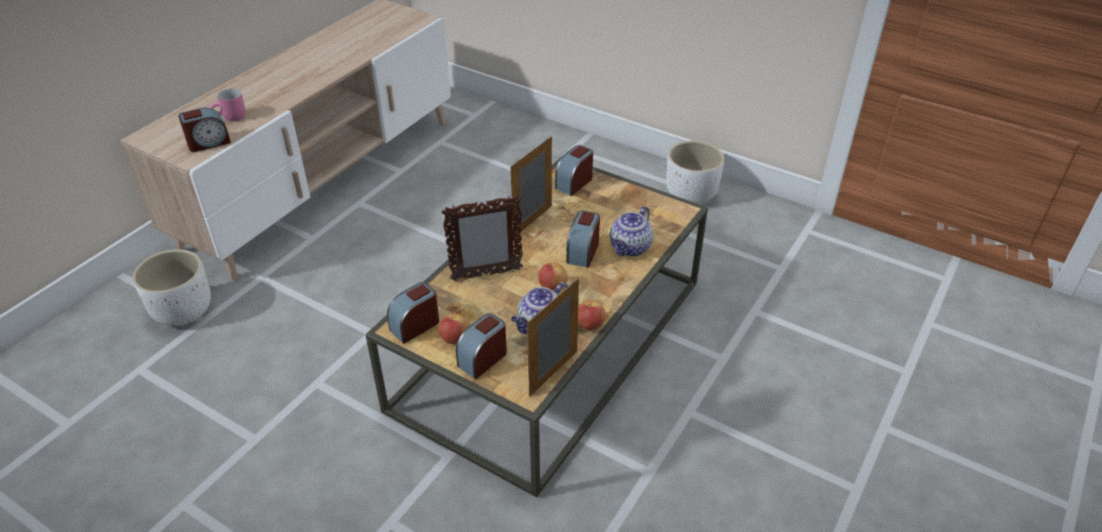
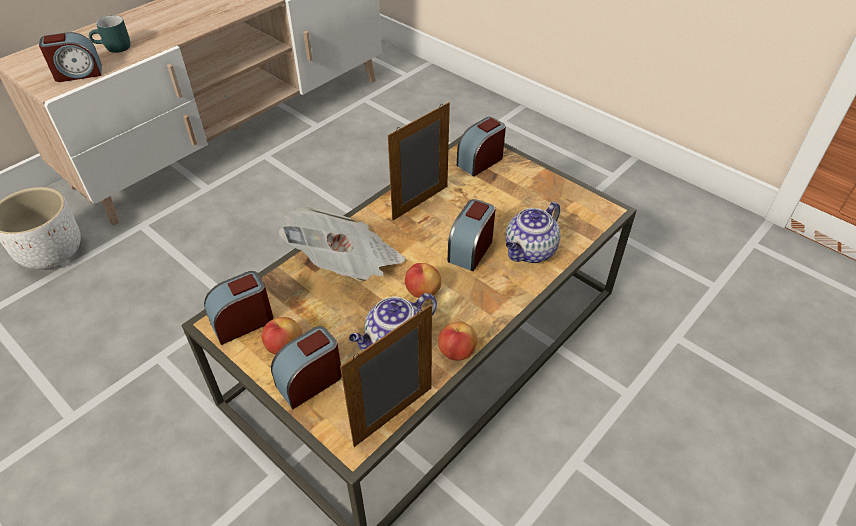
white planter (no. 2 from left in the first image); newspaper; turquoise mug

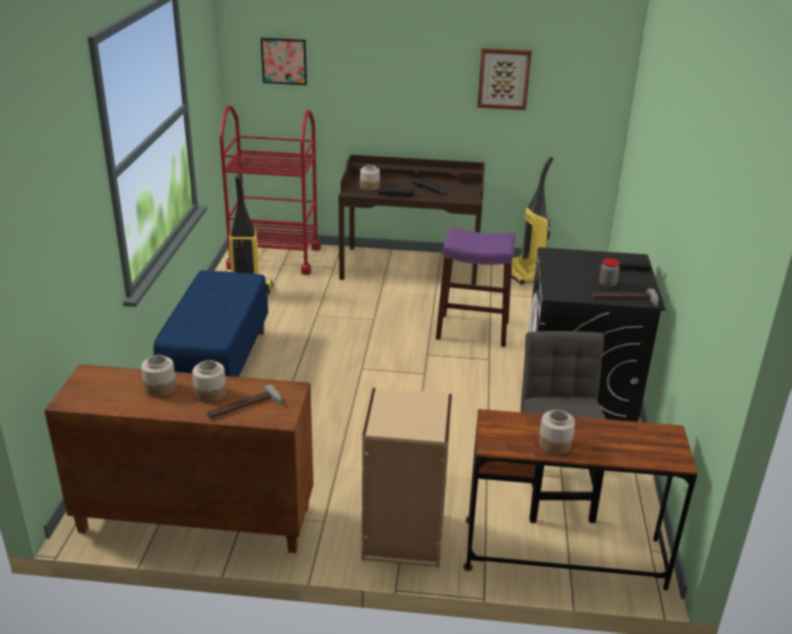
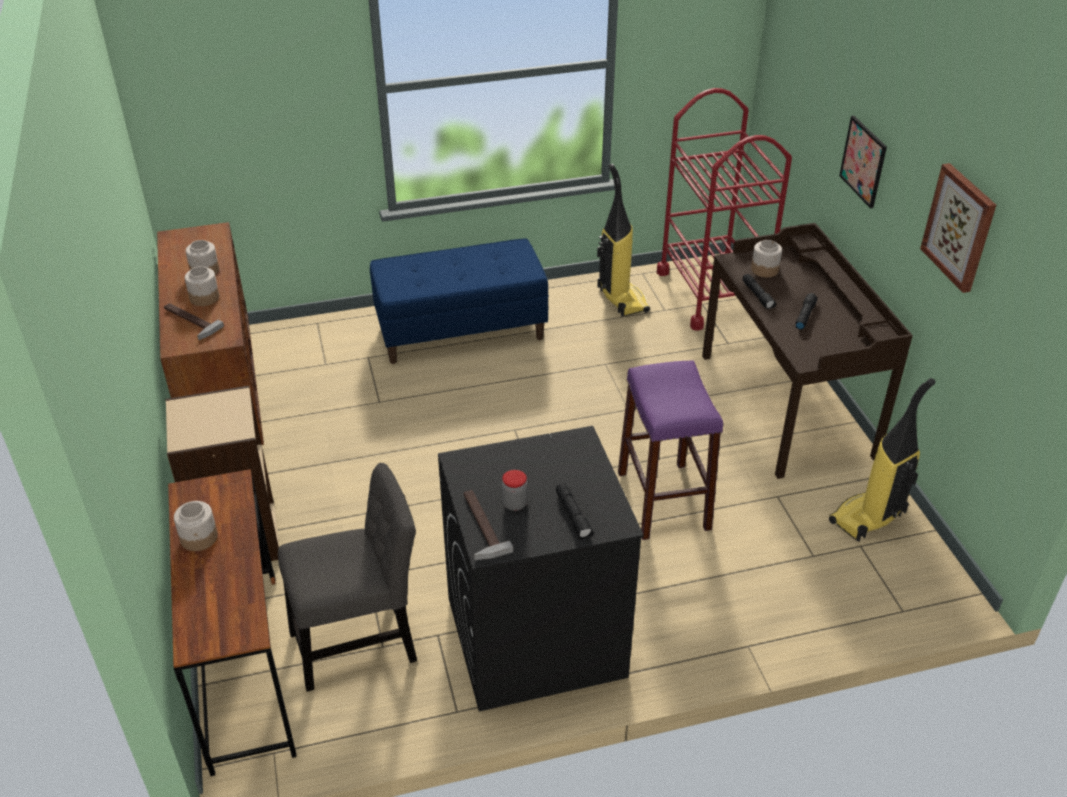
picture (no. 1 from left)

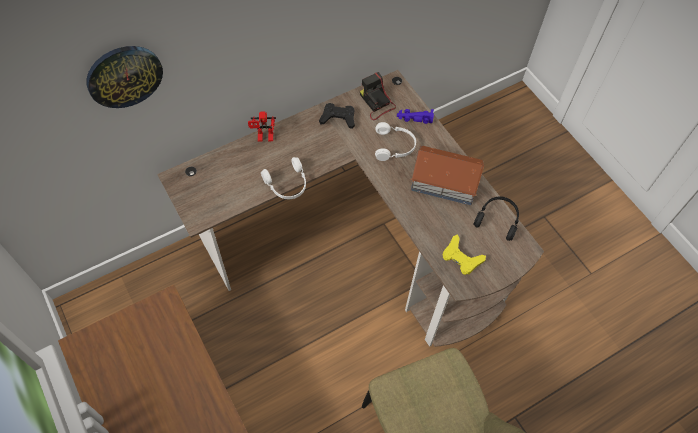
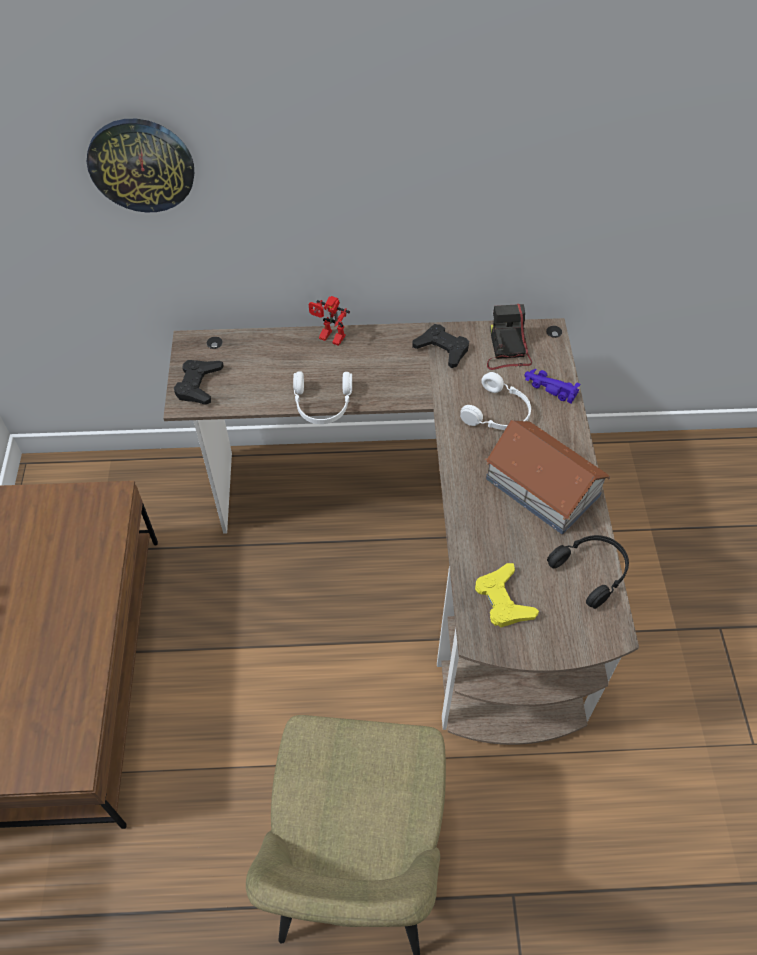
black game controller (no. 1 from left)

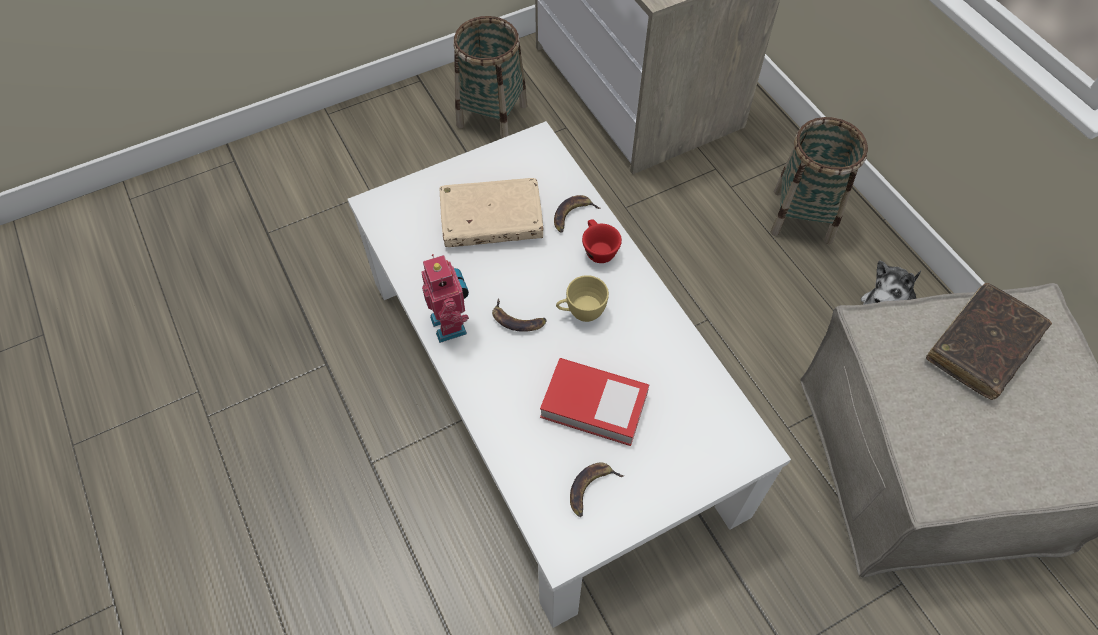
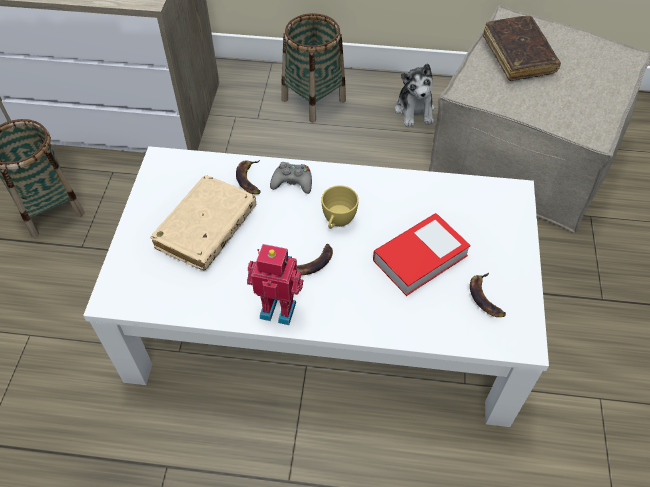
grey game controller

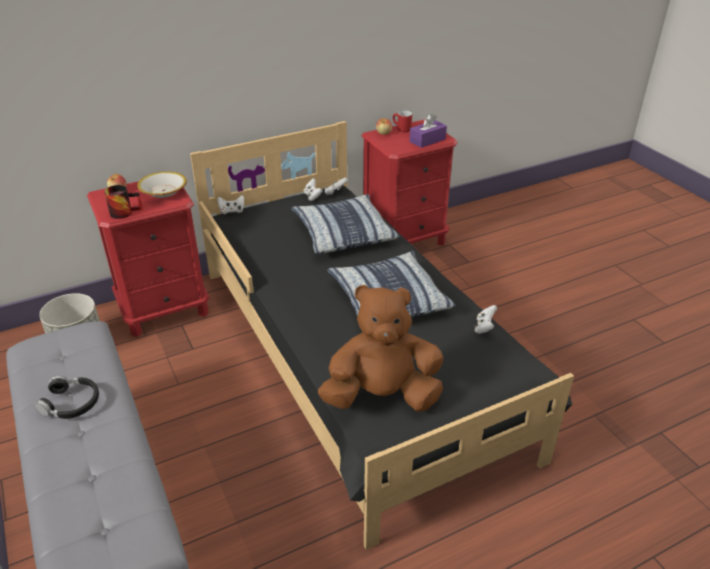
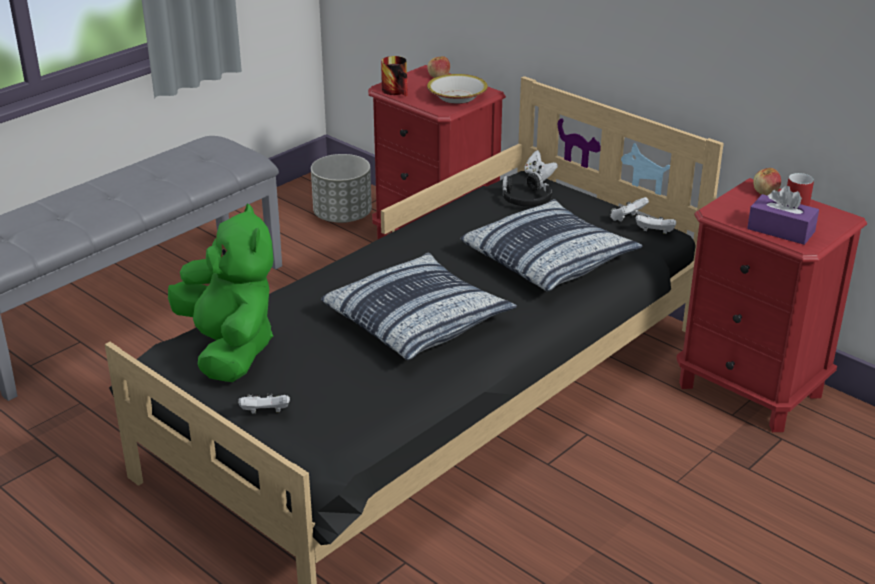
black headphones; white game controller (no. 1 from left); green plush toy

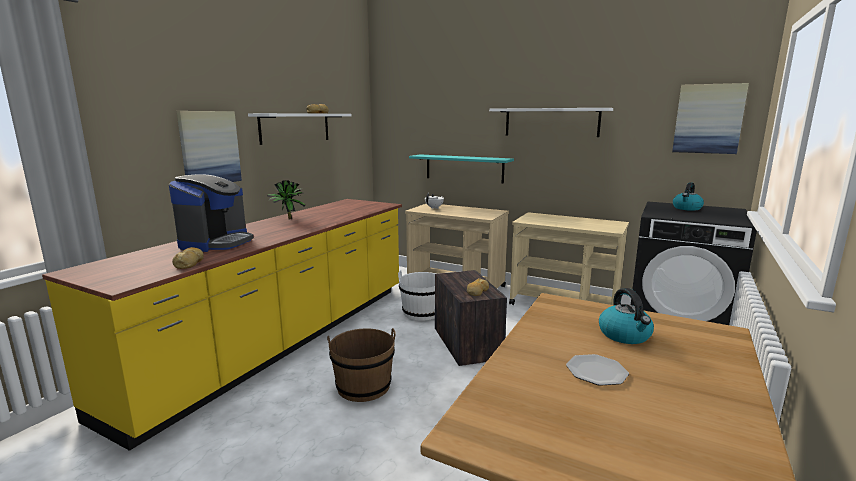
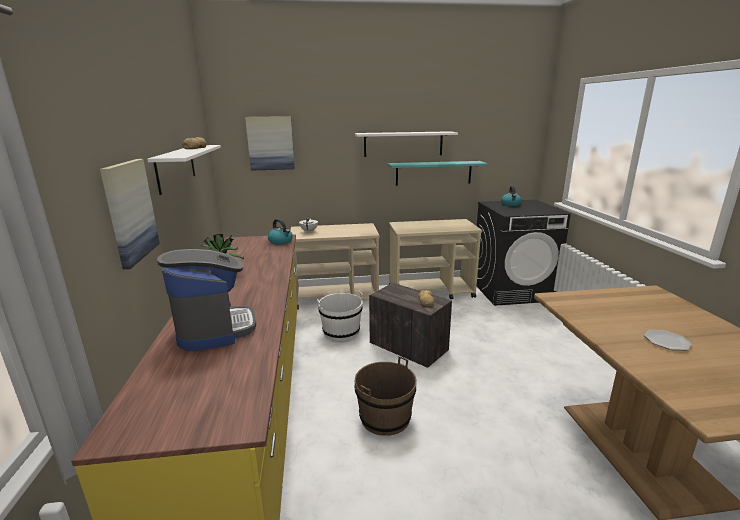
bread (no. 1 from left in the first image); turquoise shelf; kettle (no. 1 from left); picture (no. 2 from left)

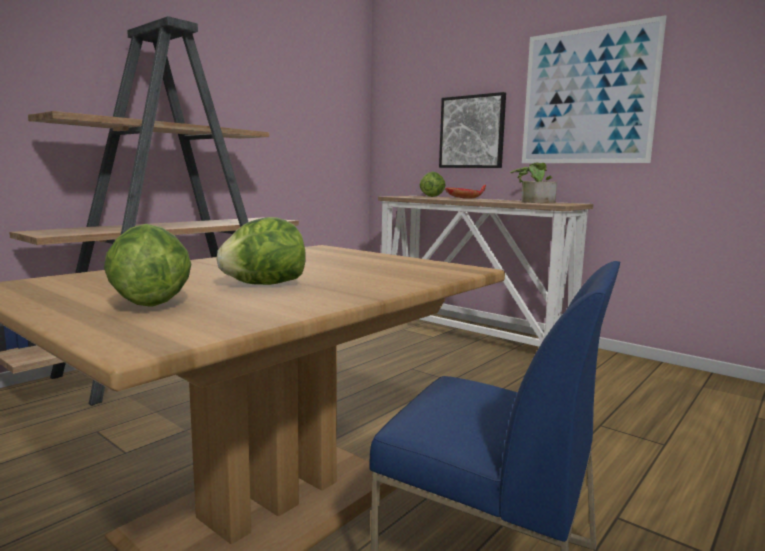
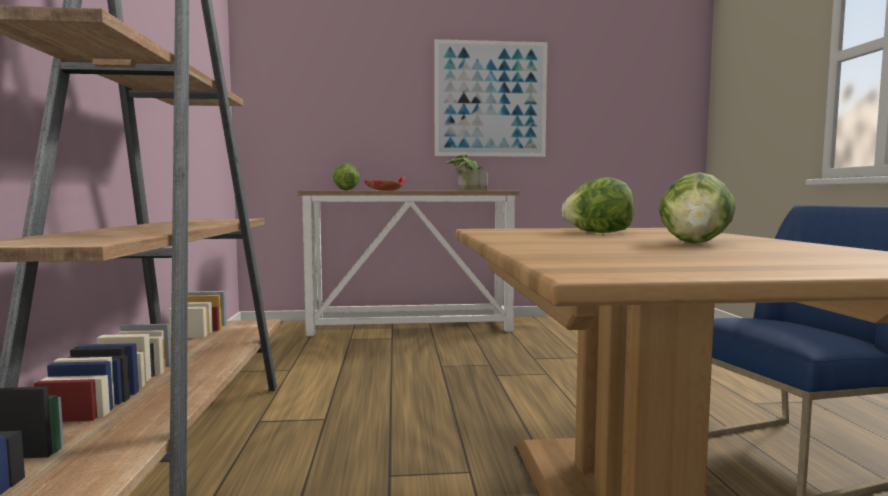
picture (no. 1 from left in the first image); lettuce (no. 2 from left)

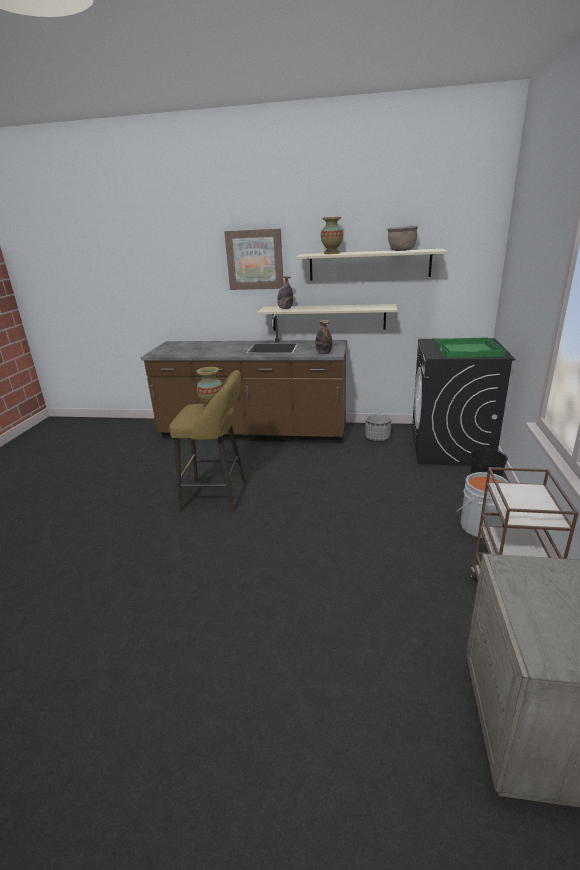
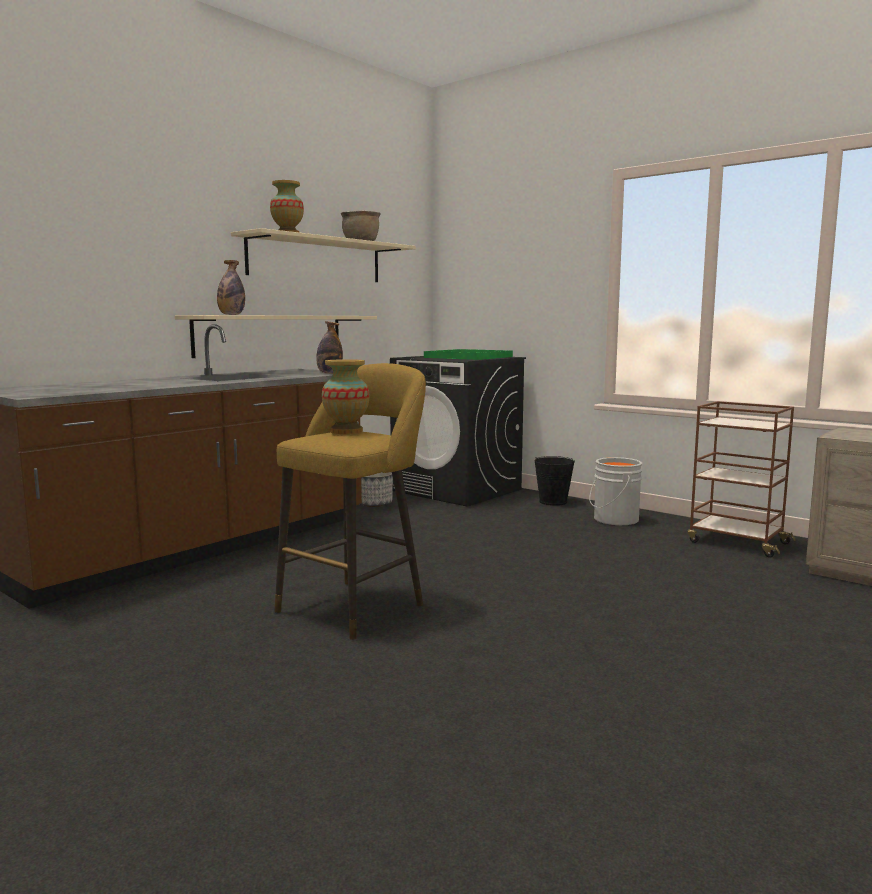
picture

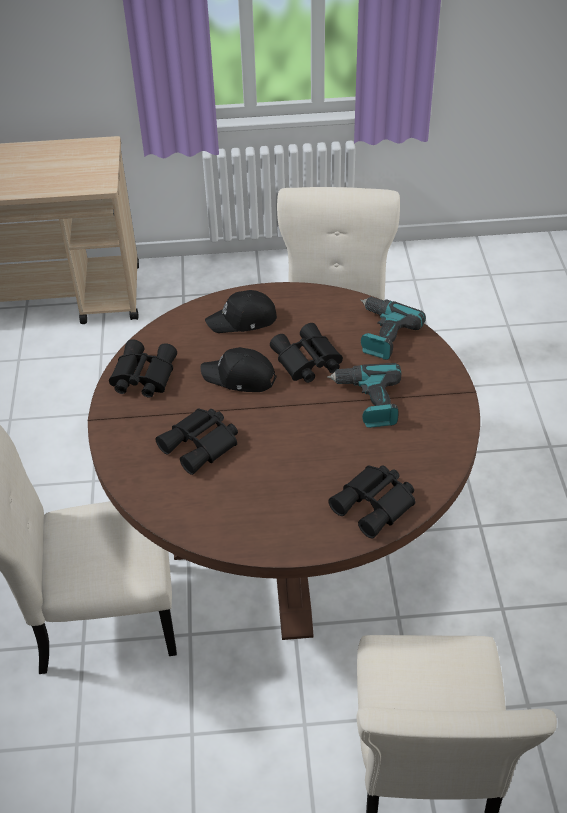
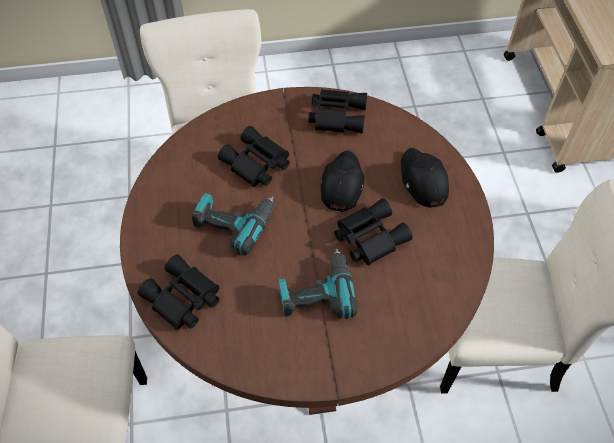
power drill (no. 1 from left)

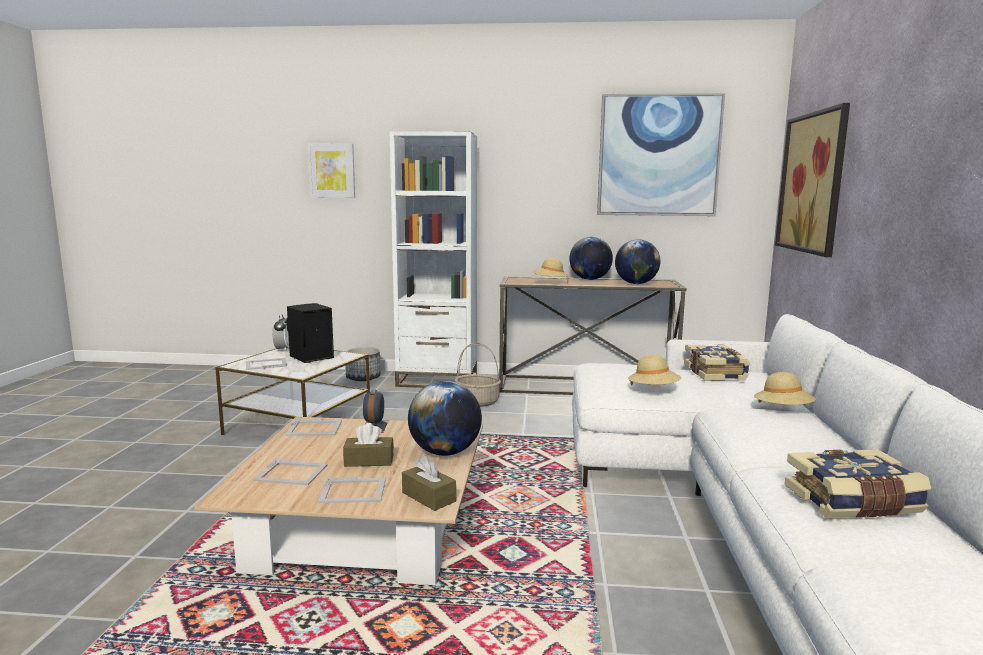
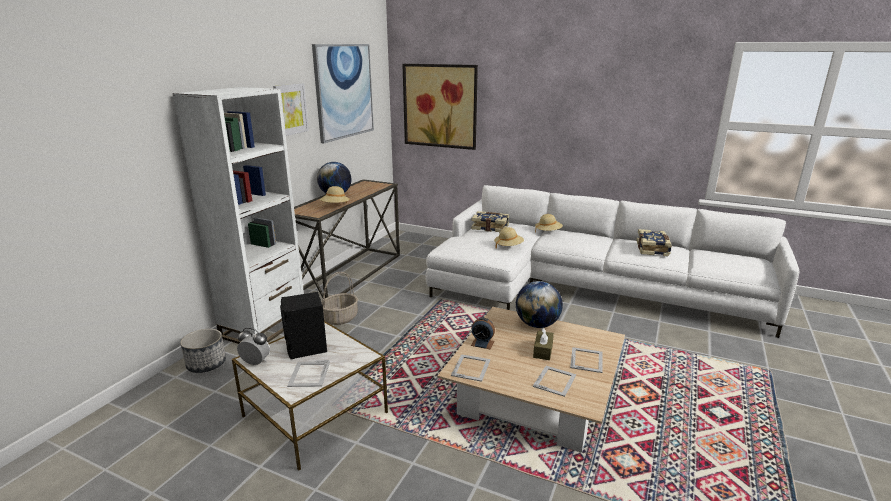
brown tissue box (no. 2 from left in the first image); globe (no. 3 from left in the first image); picture (no. 1 from left)

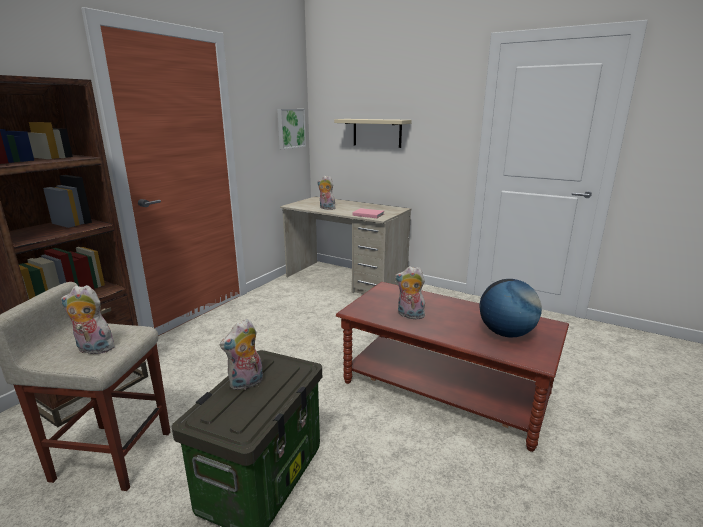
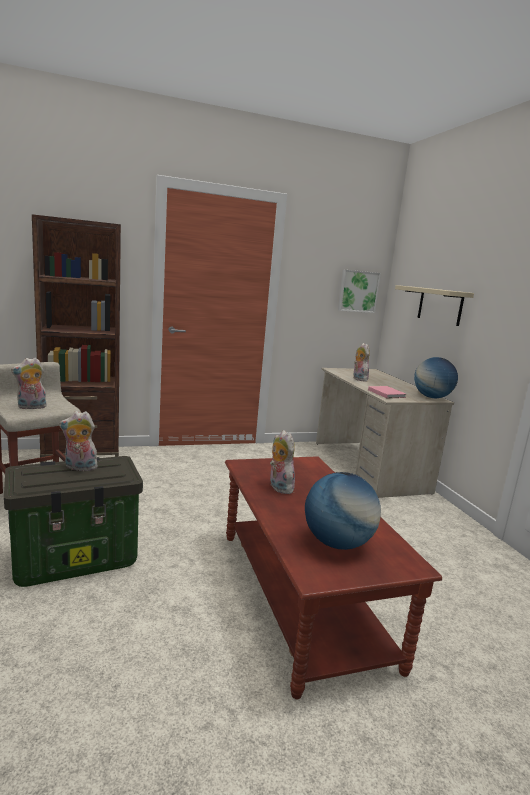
globe (no. 2 from left); plush toy (no. 1 from left)

